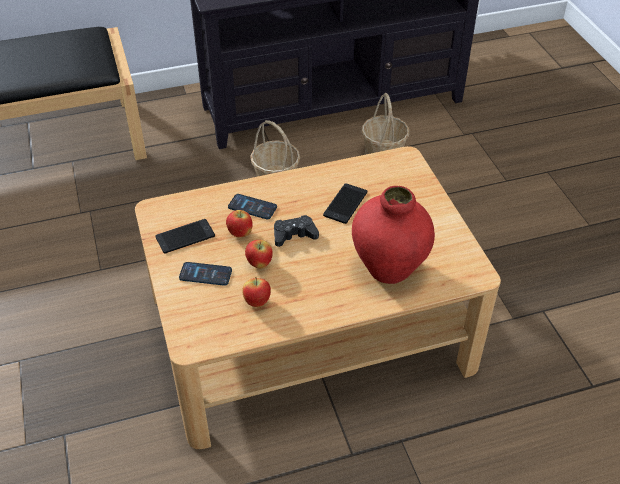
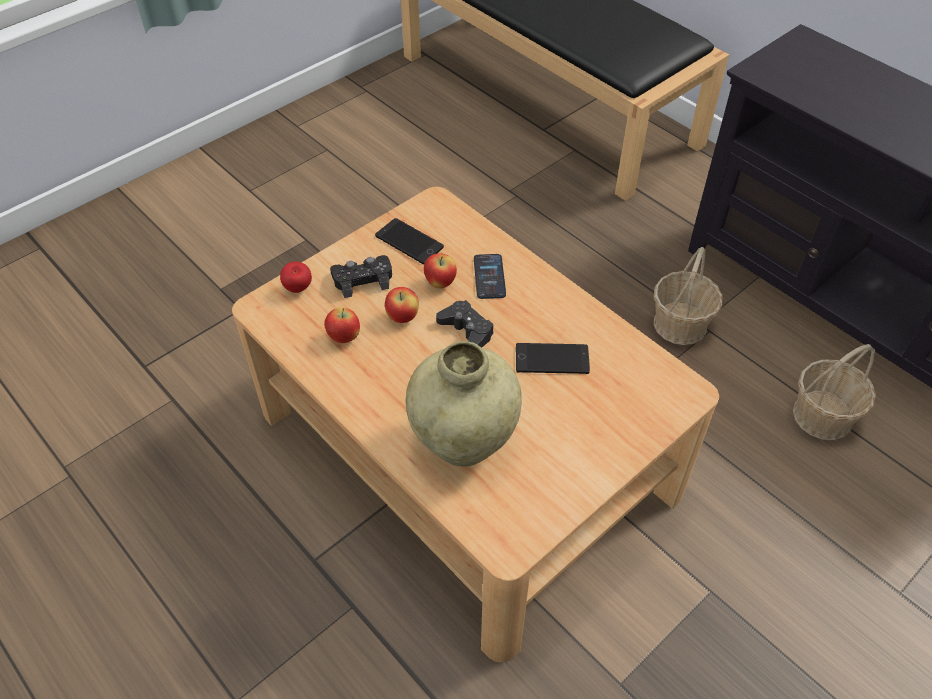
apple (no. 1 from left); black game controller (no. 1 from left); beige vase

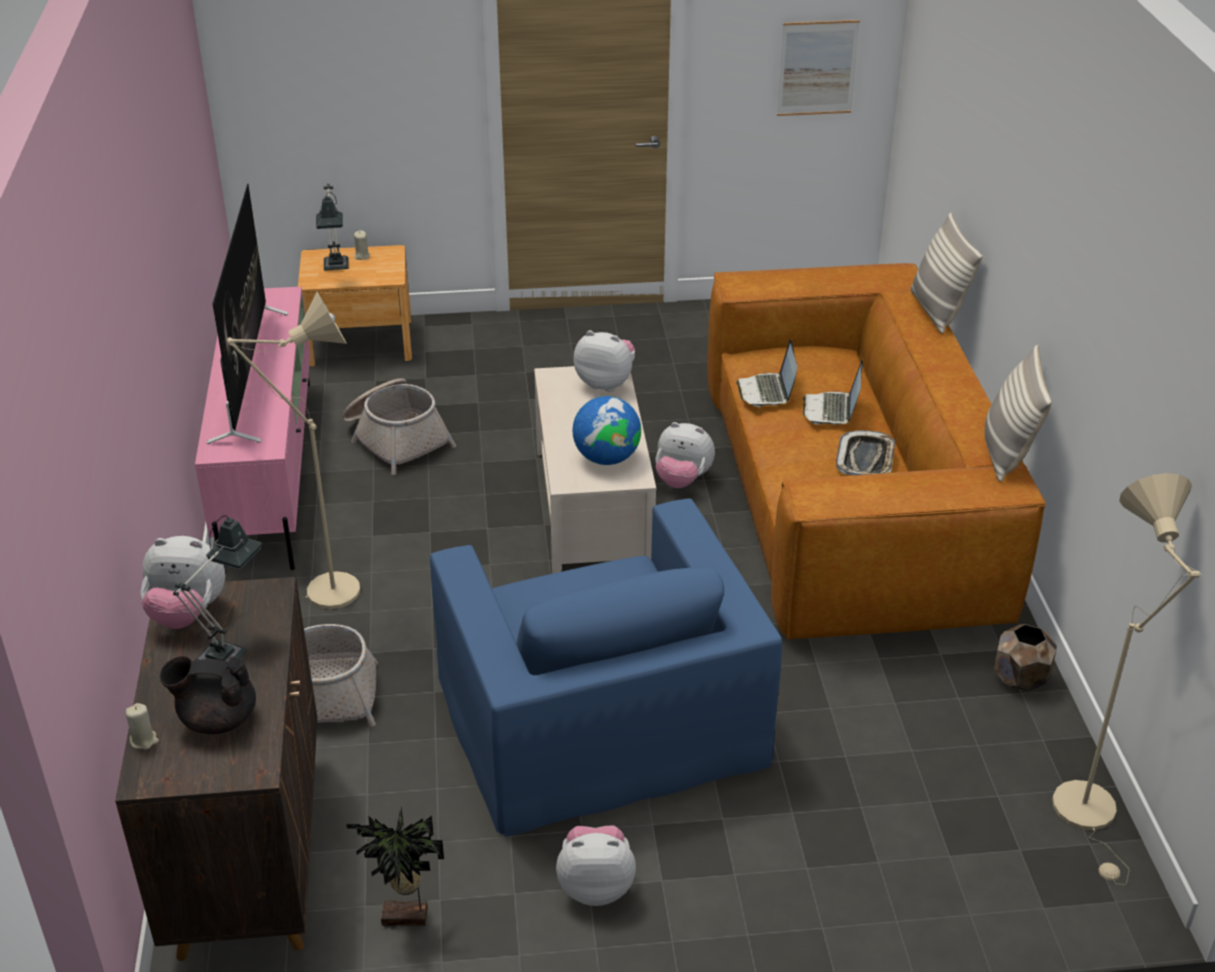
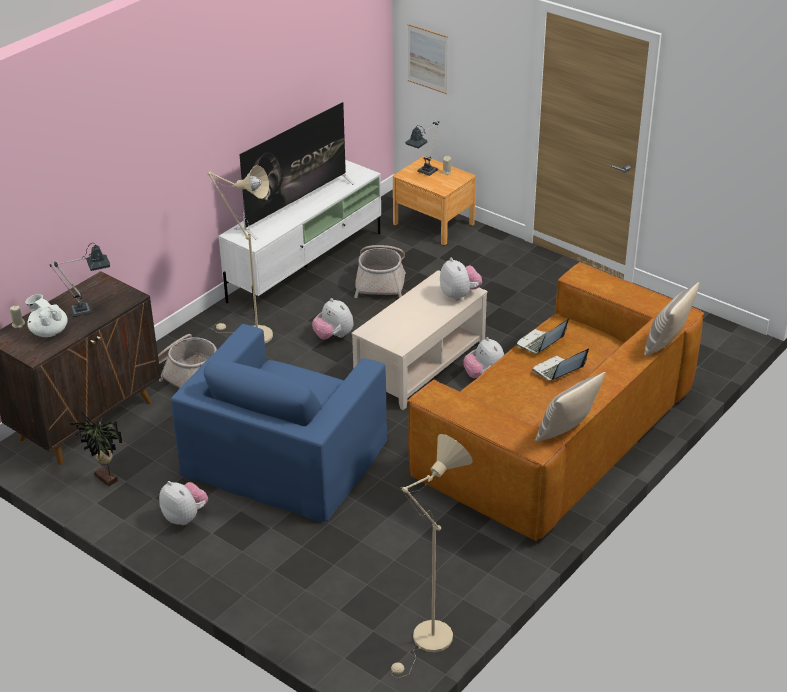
globe; tray; brown planter; plush toy (no. 2 from left); picture; white teapot; white tv stand

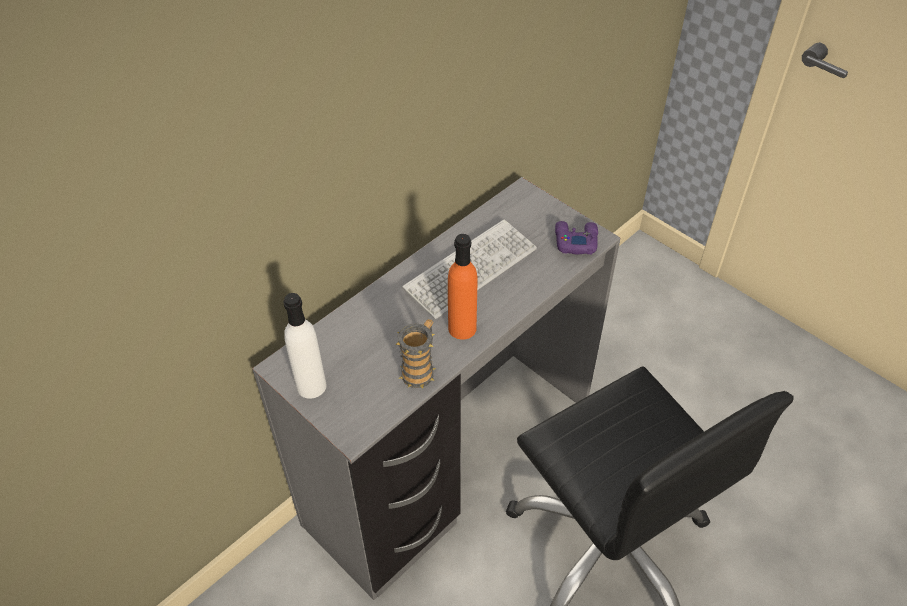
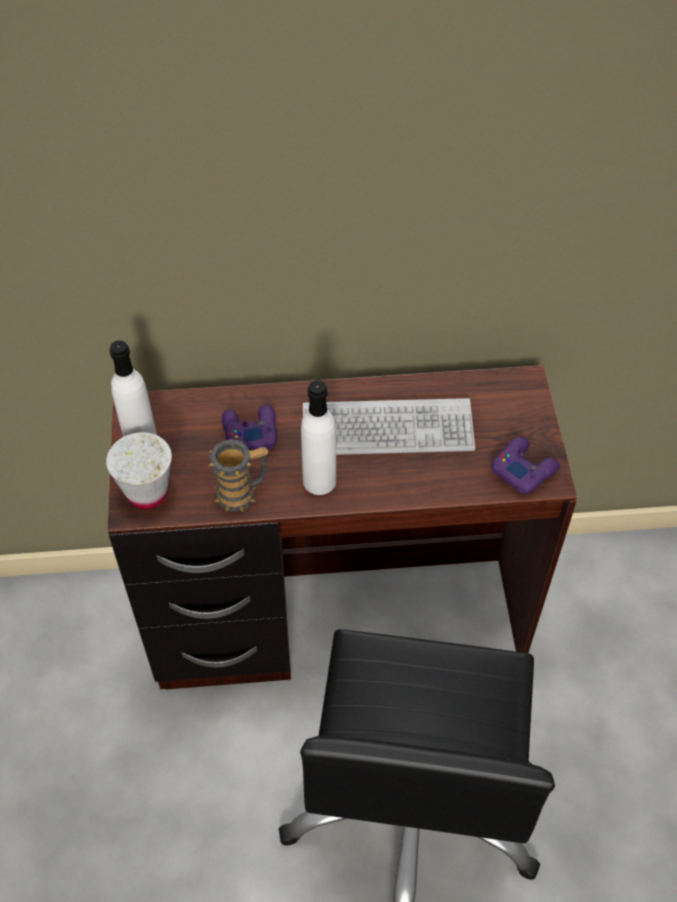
white cup; purple game controller (no. 1 from left); brown desk; white bottle (no. 2 from left)

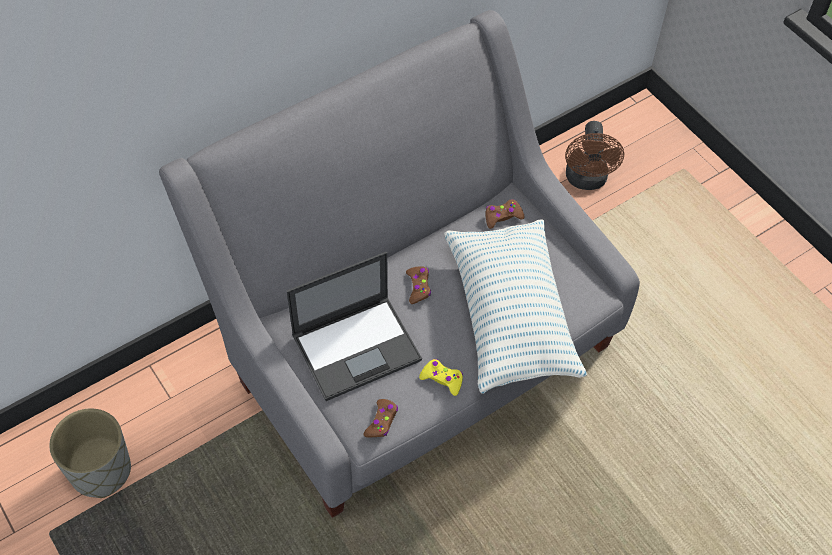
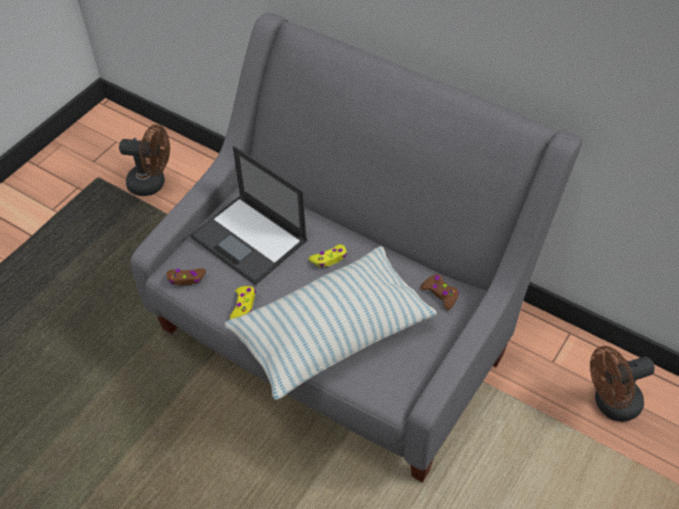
brown fan (no. 1 from left); yellow game controller (no. 2 from left)

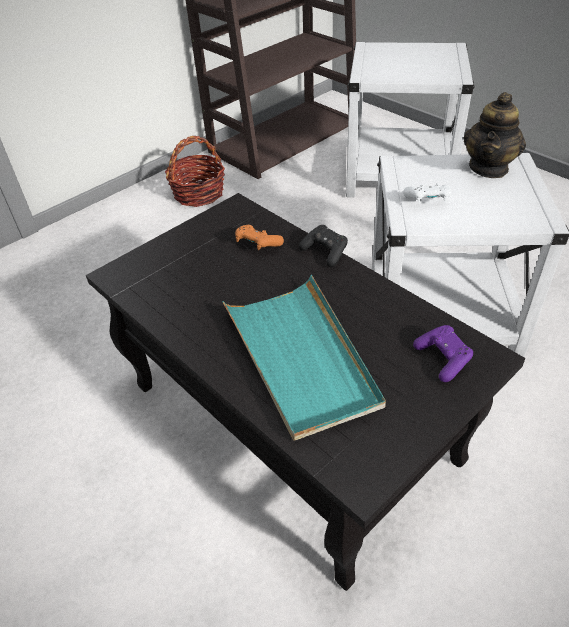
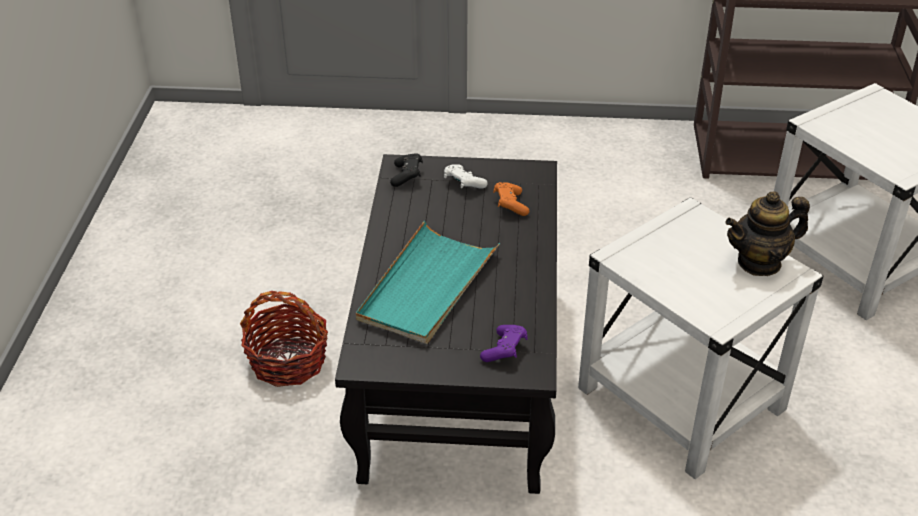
basket; black game controller; white game controller

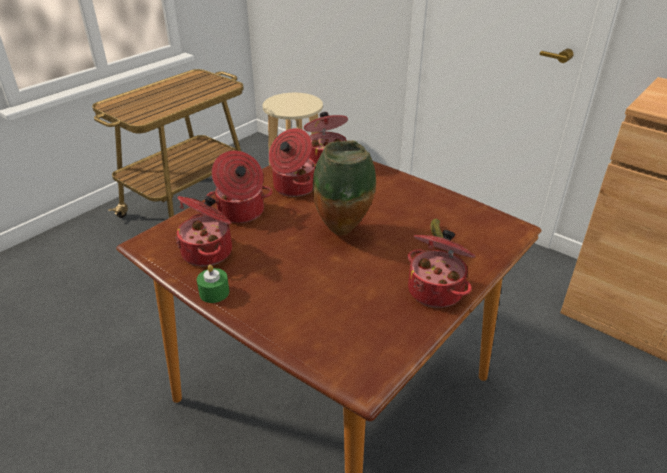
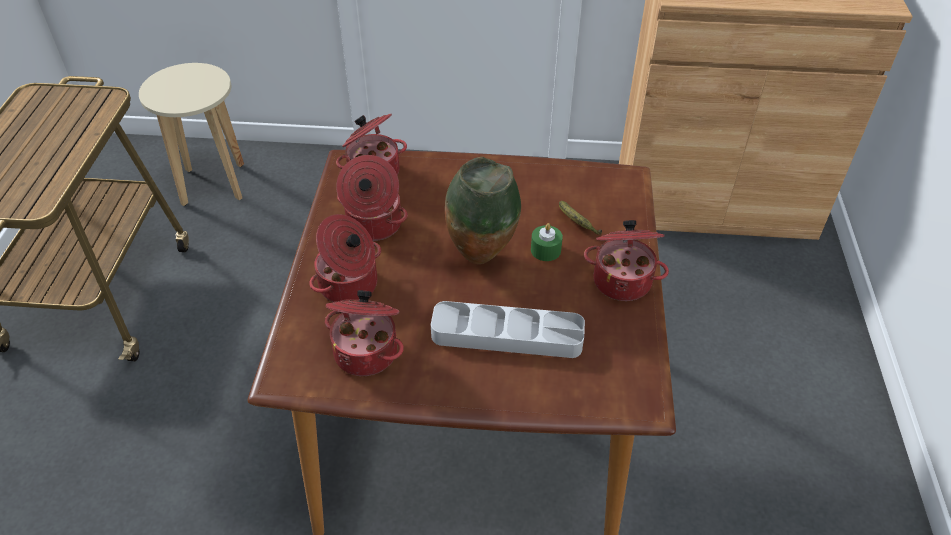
grey tray; green candle

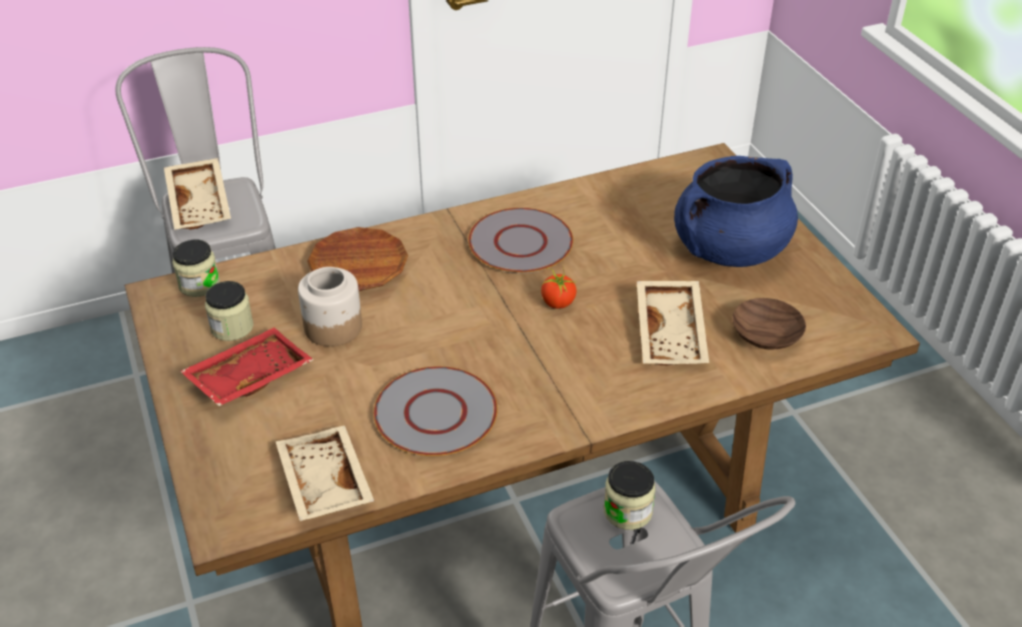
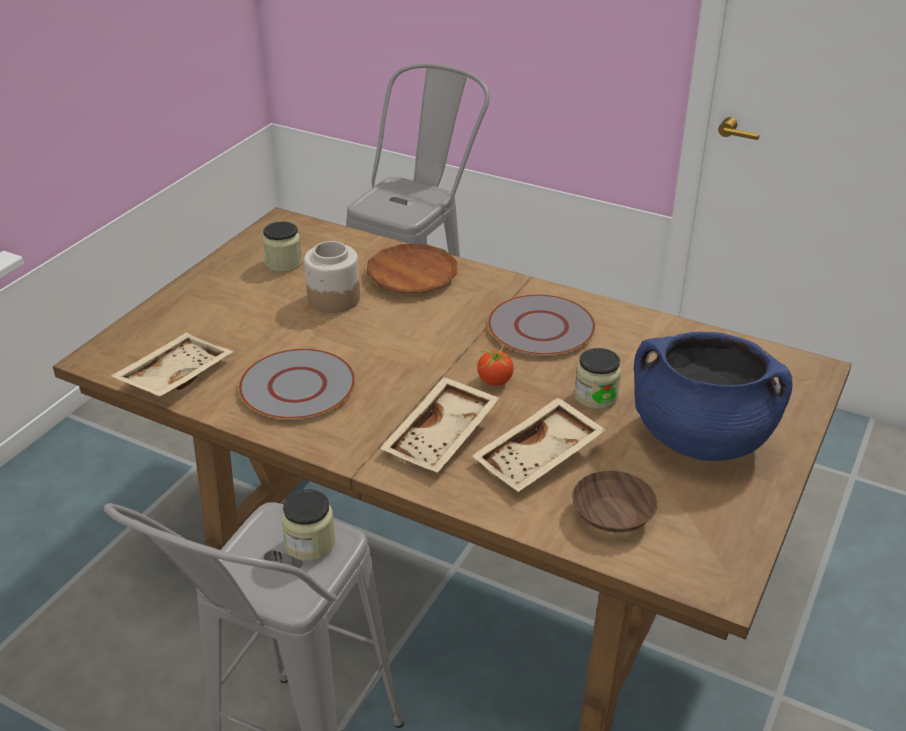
red tray; beige tray (no. 2 from left); jar (no. 4 from left)

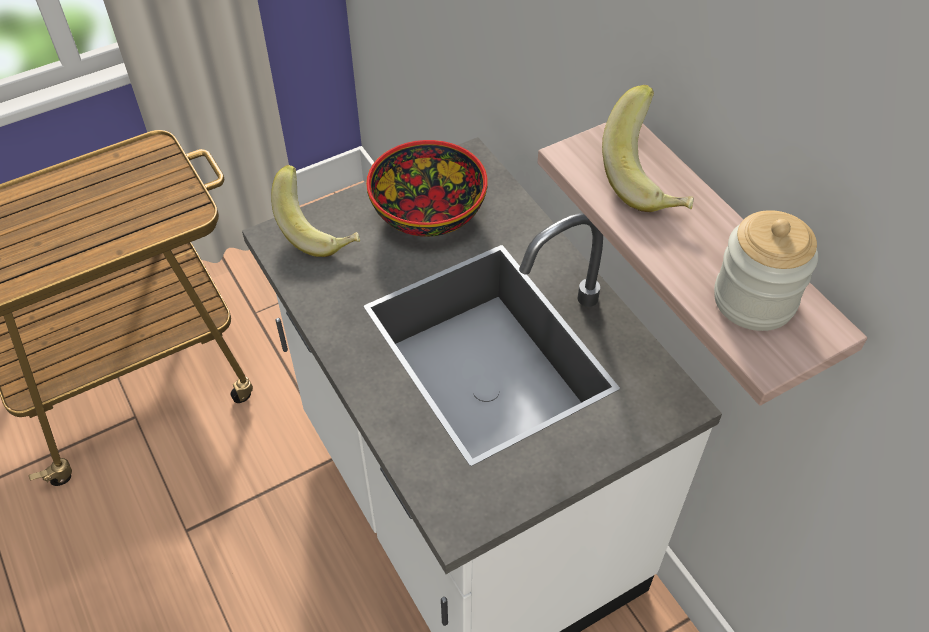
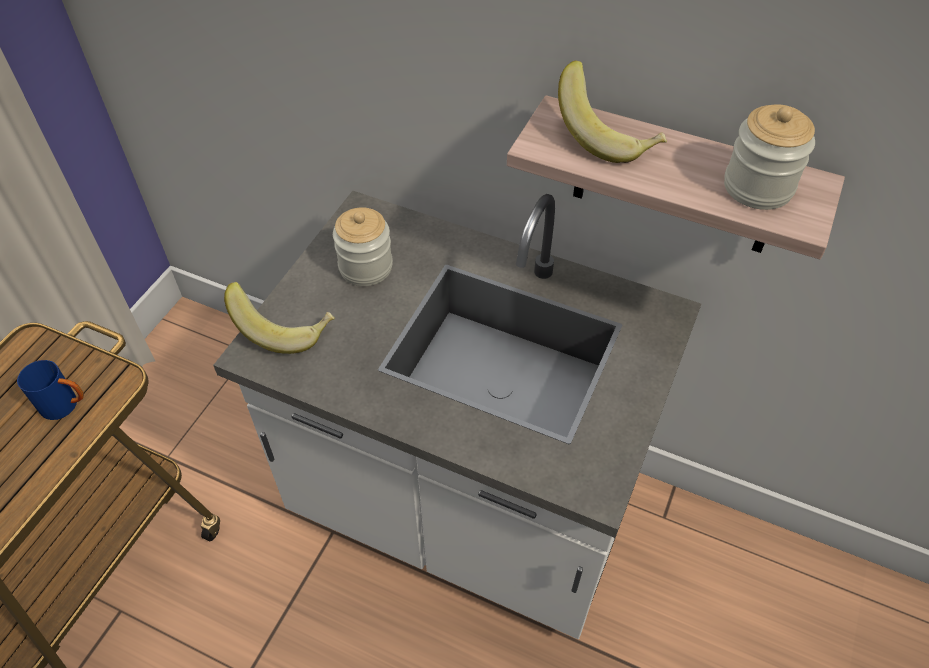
blue mug; jar (no. 1 from left)

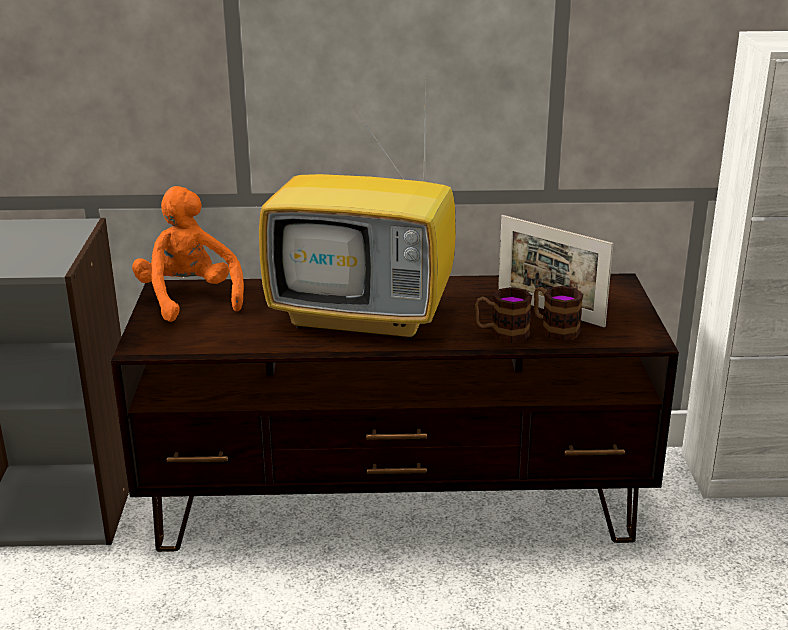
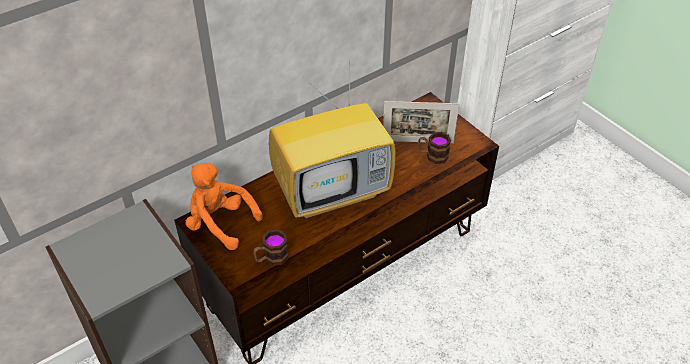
mug (no. 1 from left)

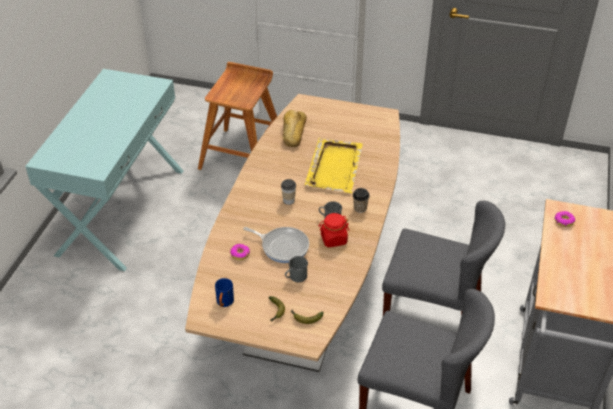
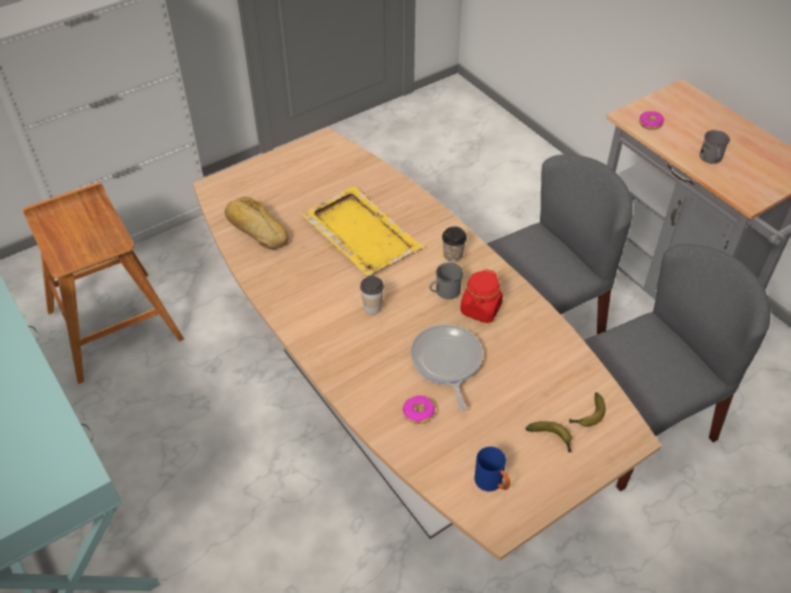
grey mug (no. 2 from left); frying pan

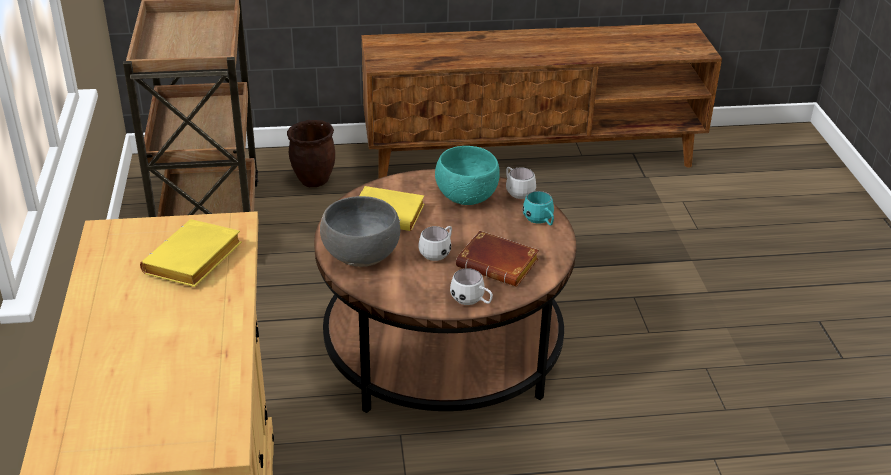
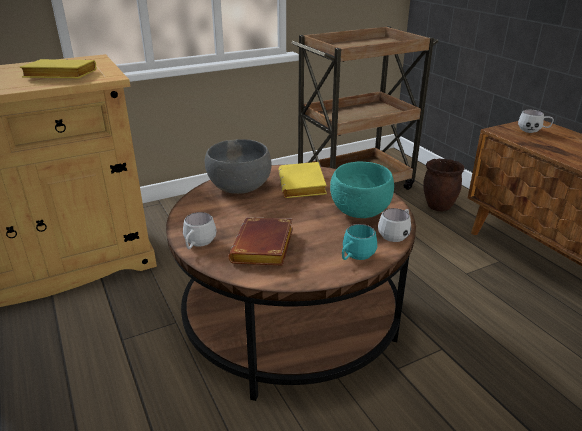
white mug (no. 3 from left)

